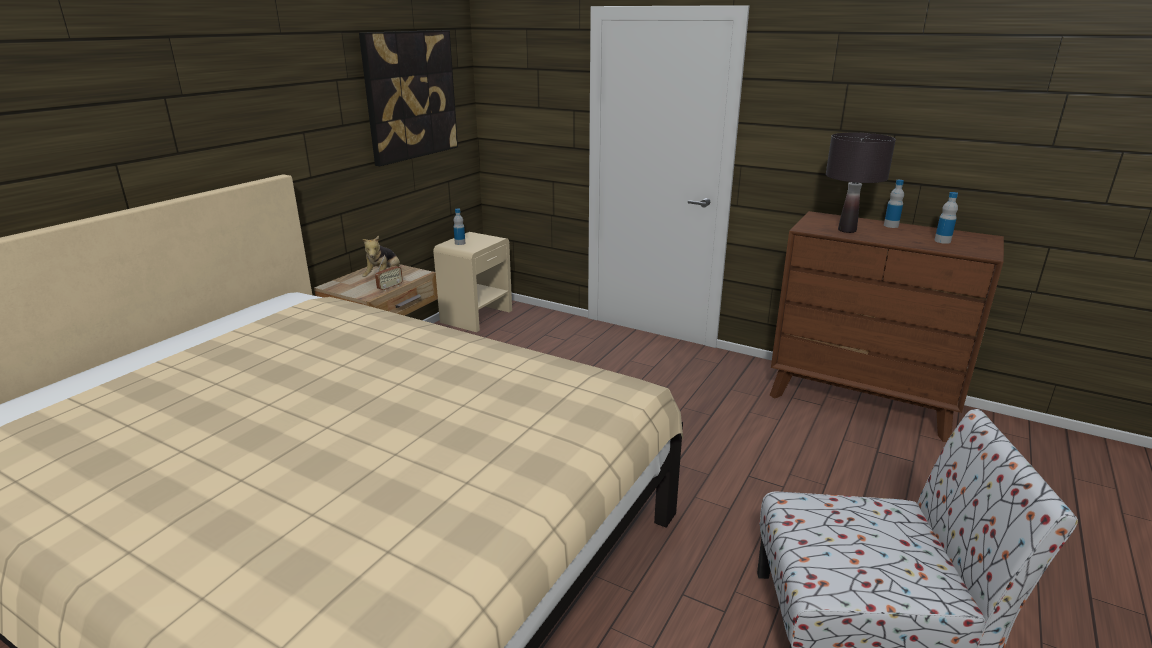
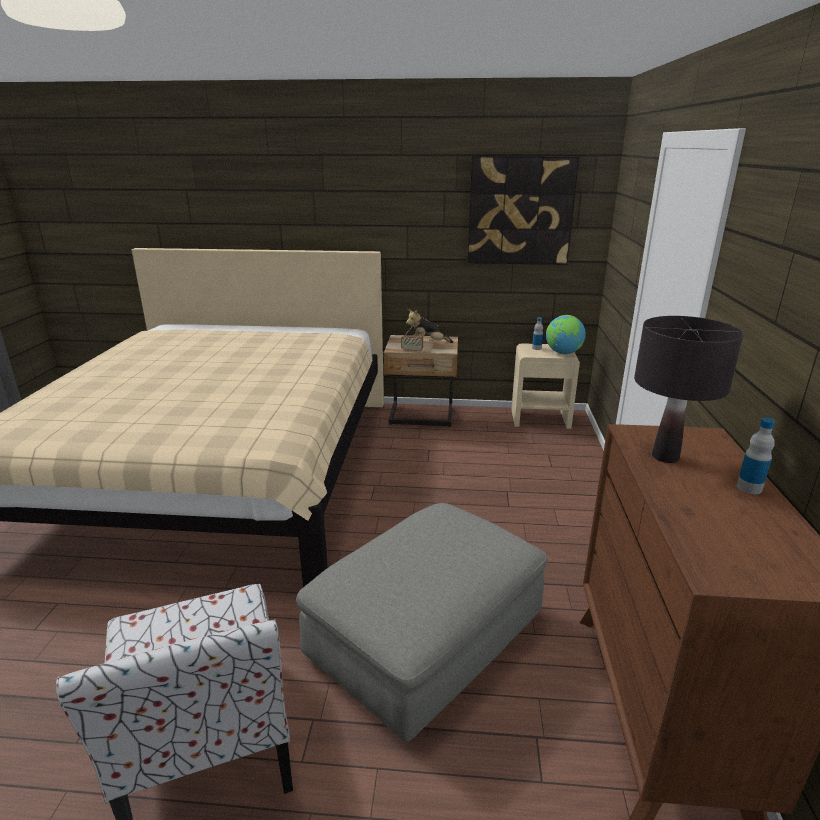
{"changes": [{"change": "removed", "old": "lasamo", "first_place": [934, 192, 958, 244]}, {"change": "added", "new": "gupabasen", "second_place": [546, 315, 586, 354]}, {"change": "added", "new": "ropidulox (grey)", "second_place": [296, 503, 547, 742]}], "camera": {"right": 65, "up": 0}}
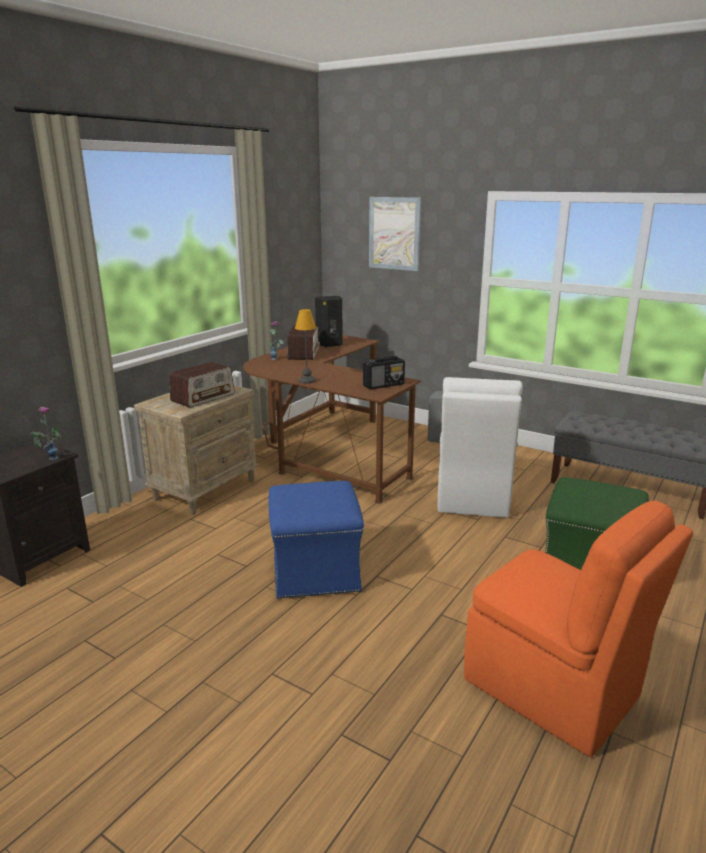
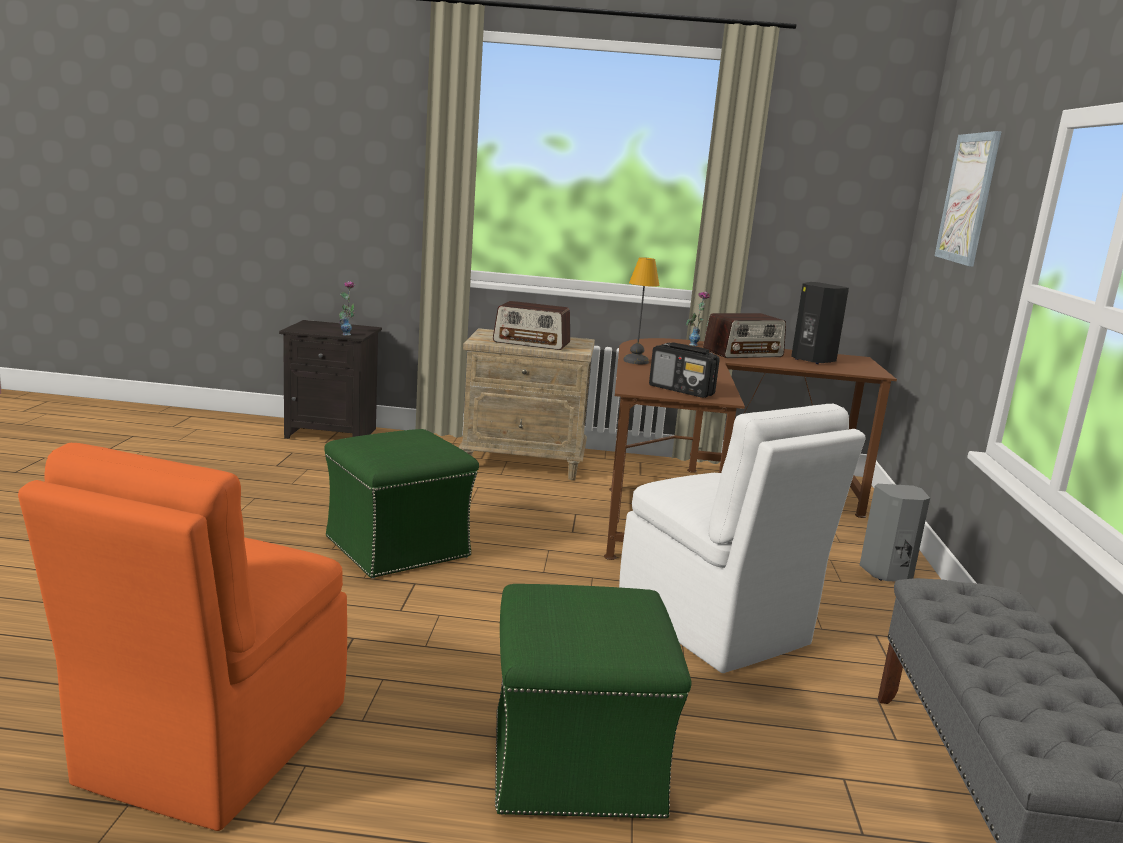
{"changes": [{"change": "turned", "old": "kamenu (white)", "first_place": [438, 377, 523, 518], "second_place": [619, 404, 866, 673], "degrees": -105}, {"change": "recoloured", "old": "ropidulox (blue)", "new": "ropidulox (green)", "first_place": [269, 481, 364, 599], "second_place": [324, 429, 479, 578]}], "camera": {"right": 60, "up": -5}}
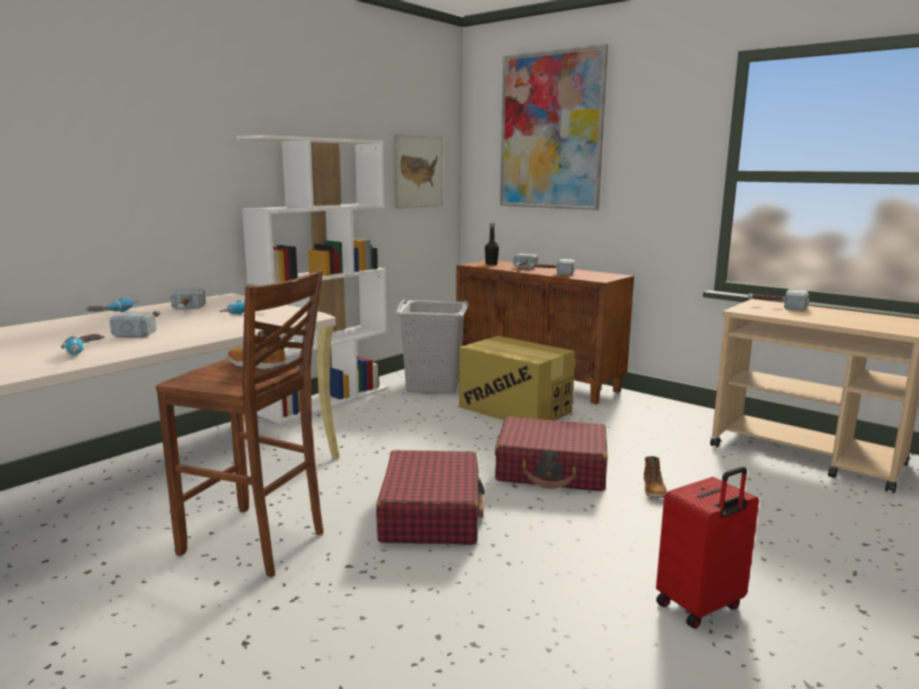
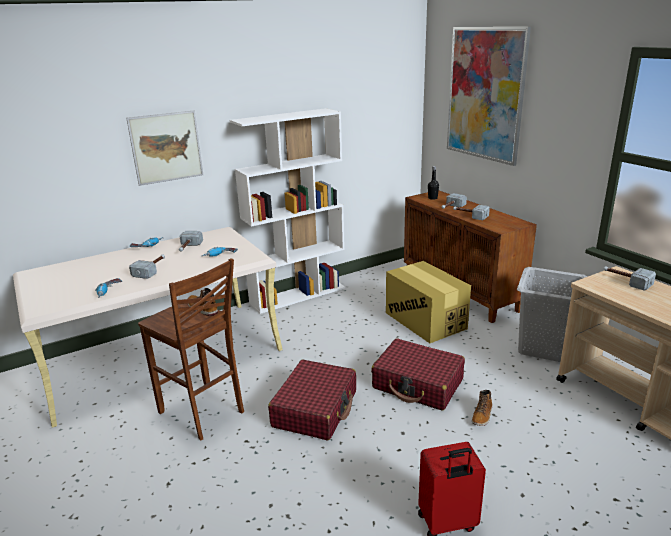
{"changes": [{"change": "moved", "old": "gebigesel", "first_place": [393, 134, 443, 209], "second_place": [126, 110, 203, 186]}, {"change": "moved", "old": "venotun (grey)", "first_place": [395, 299, 469, 393], "second_place": [517, 267, 587, 362]}], "camera": {"right": 20, "up": 10}}
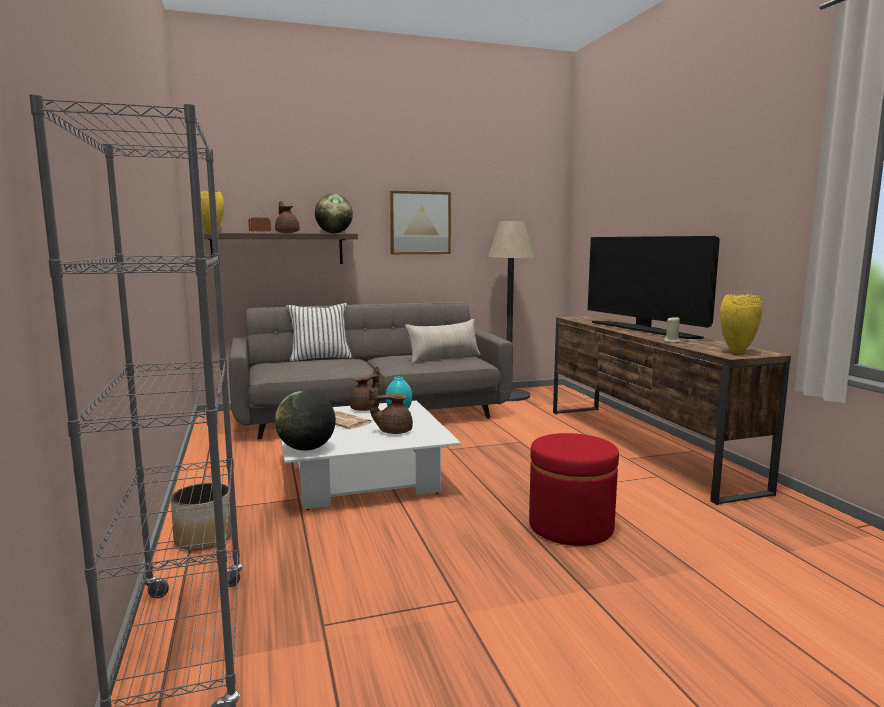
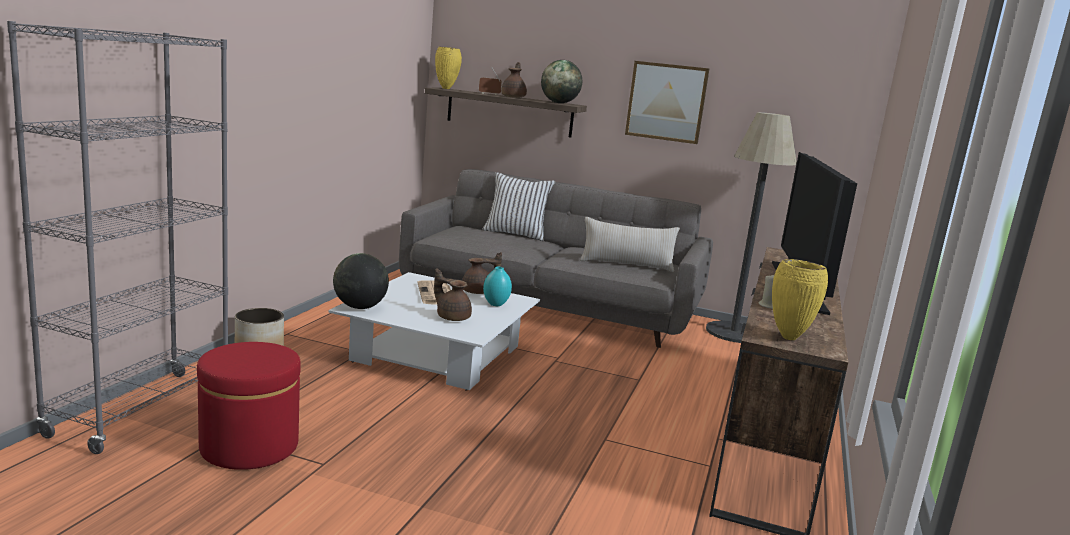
{"changes": [{"change": "moved", "old": "ropidulox (red)", "first_place": [529, 433, 619, 546], "second_place": [197, 342, 301, 470]}], "camera": {"right": 35, "up": 5}}
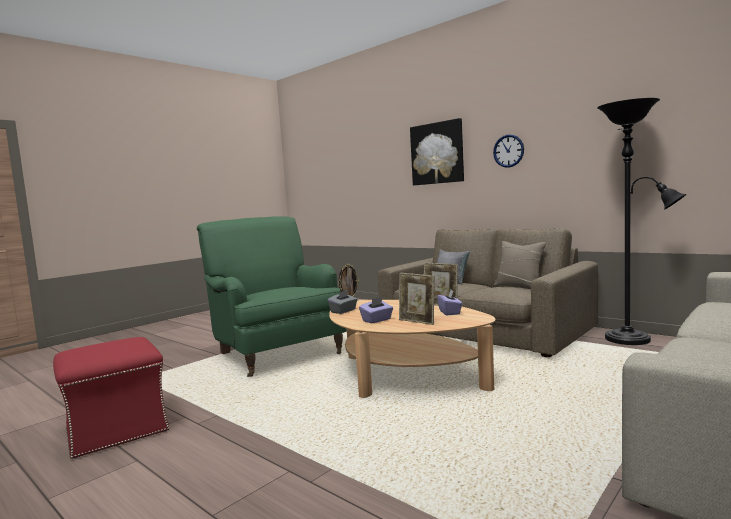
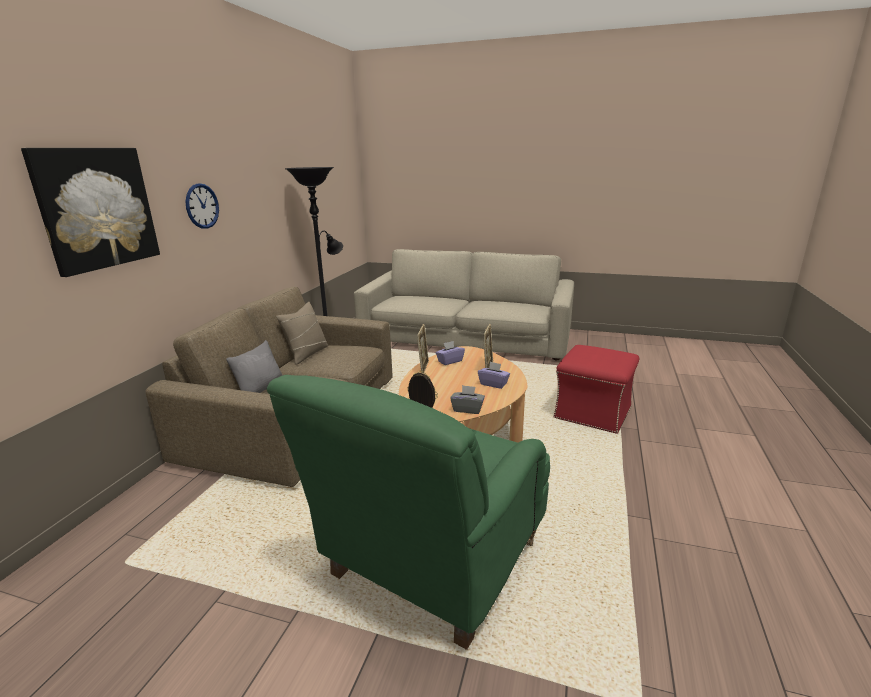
{"changes": [{"change": "moved", "old": "ropidulox (red)", "first_place": [53, 337, 169, 459], "second_place": [554, 345, 639, 434]}], "camera": {"right": -115, "up": 15}}
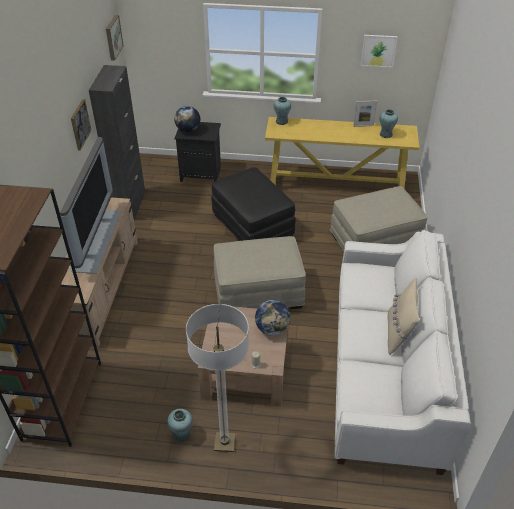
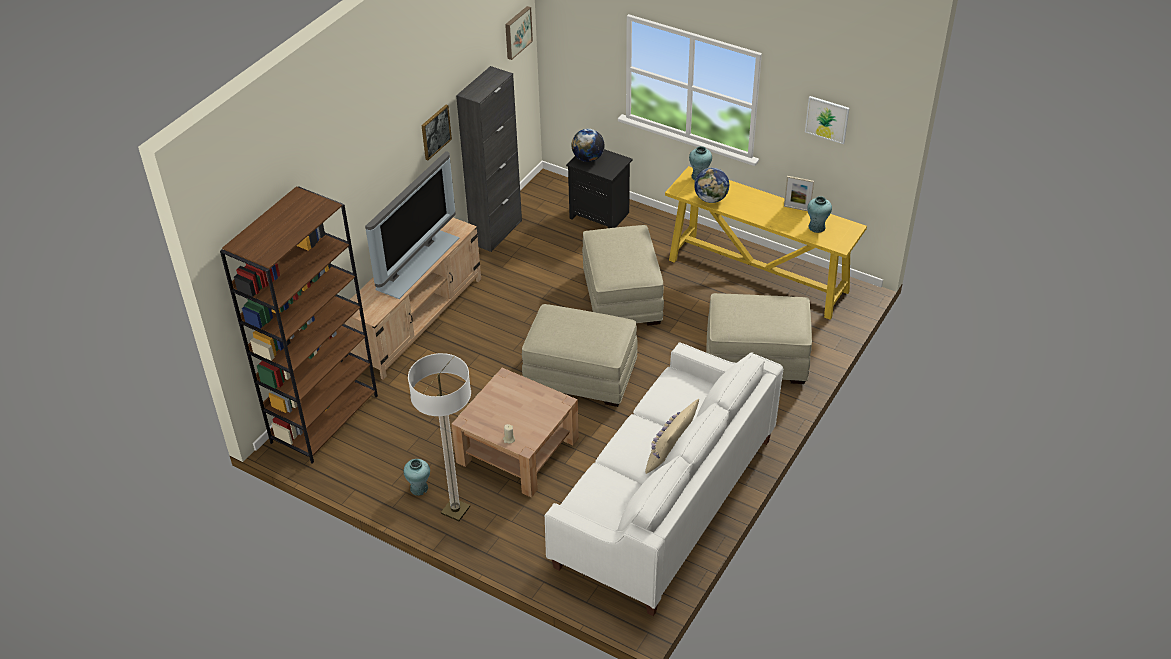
{"changes": [{"change": "recoloured", "old": "ropidulox (black)", "new": "ropidulox (beige)", "first_place": [211, 167, 296, 241], "second_place": [582, 225, 664, 326]}, {"change": "moved", "old": "gupabasen", "first_place": [255, 300, 290, 336], "second_place": [694, 168, 729, 203]}], "camera": {"right": 25, "up": 0}}
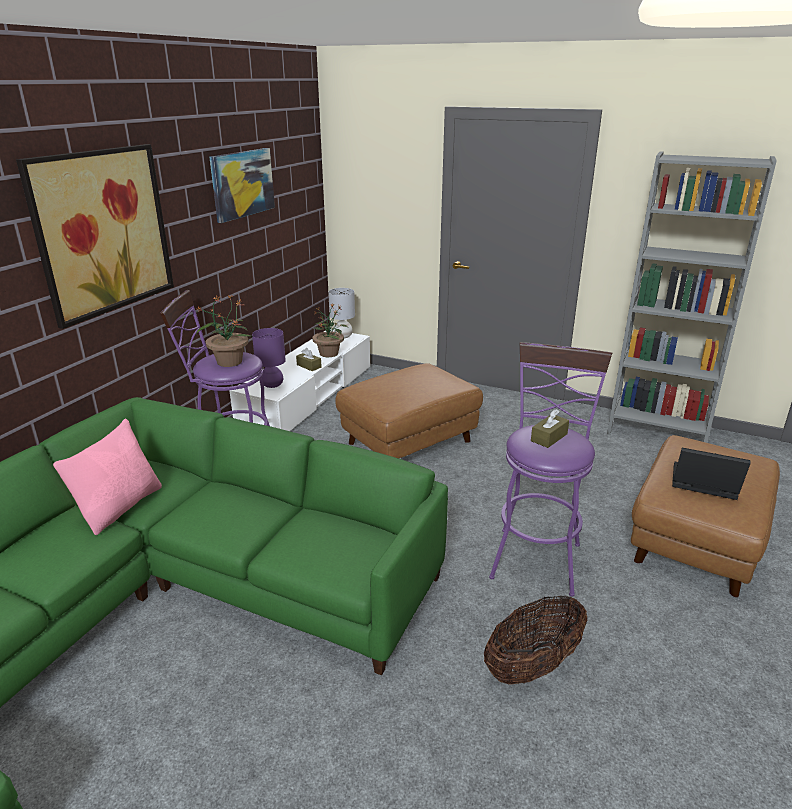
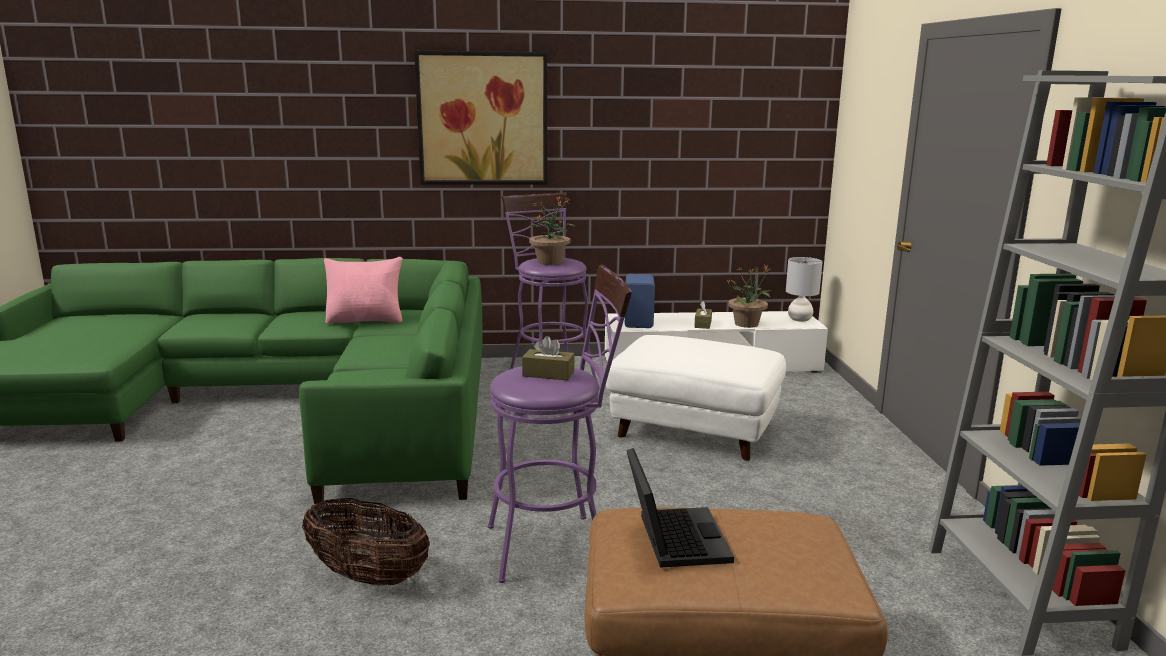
{"changes": [{"change": "removed", "old": "gebigesel", "first_place": [209, 148, 275, 223]}, {"change": "replaced", "old": "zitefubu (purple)", "new": "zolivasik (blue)", "first_place": [252, 328, 286, 388], "second_place": [625, 274, 655, 328]}, {"change": "recoloured", "old": "ropidulox (brown)", "new": "ropidulox (white)", "first_place": [335, 363, 483, 458], "second_place": [606, 335, 786, 461]}], "camera": {"right": 60, "up": -10}}
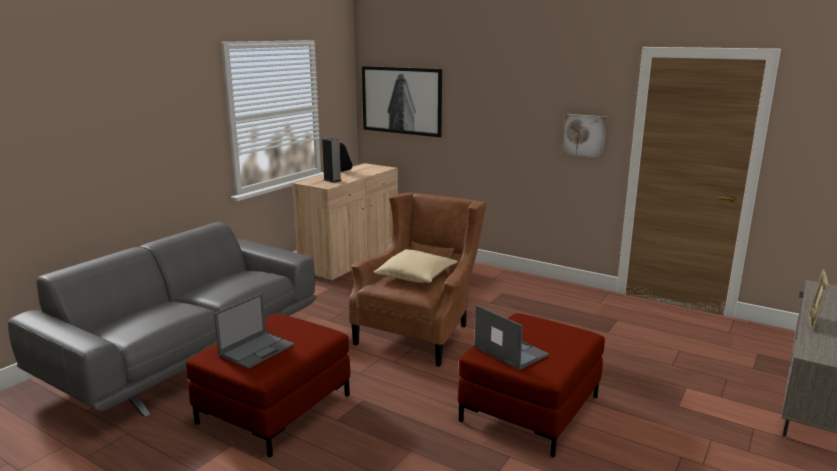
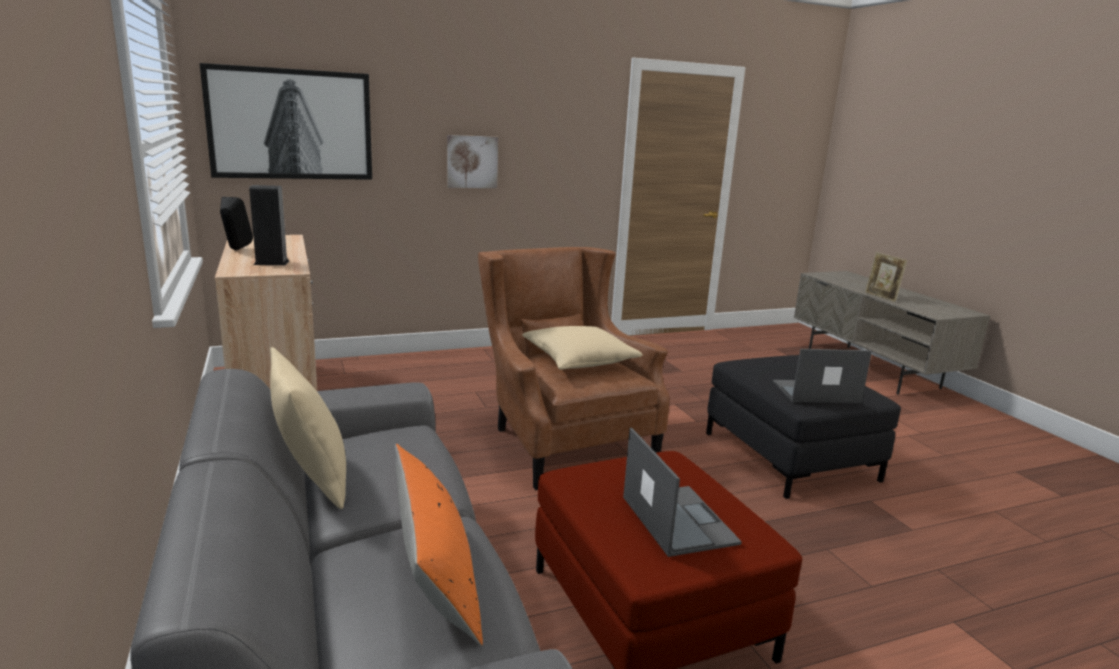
{"changes": [{"change": "moved", "old": "gebigesel", "first_place": [563, 114, 607, 158], "second_place": [447, 135, 498, 188]}, {"change": "recoloured", "old": "ropidulox (red)", "new": "ropidulox (black)", "first_place": [458, 313, 605, 457], "second_place": [706, 355, 901, 499]}, {"change": "added", "new": "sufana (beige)", "second_place": [270, 347, 346, 509]}, {"change": "added", "new": "sufana (orange)", "second_place": [395, 444, 483, 646]}], "camera": {"right": -55, "up": 0}}
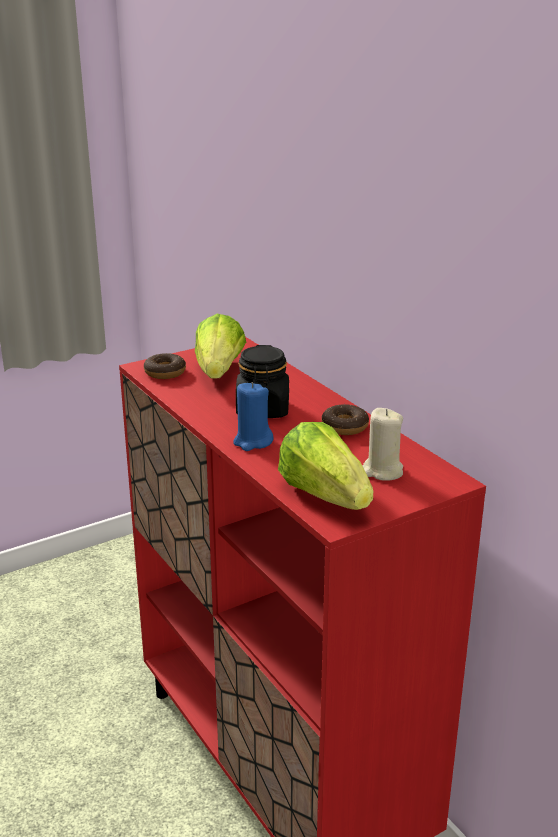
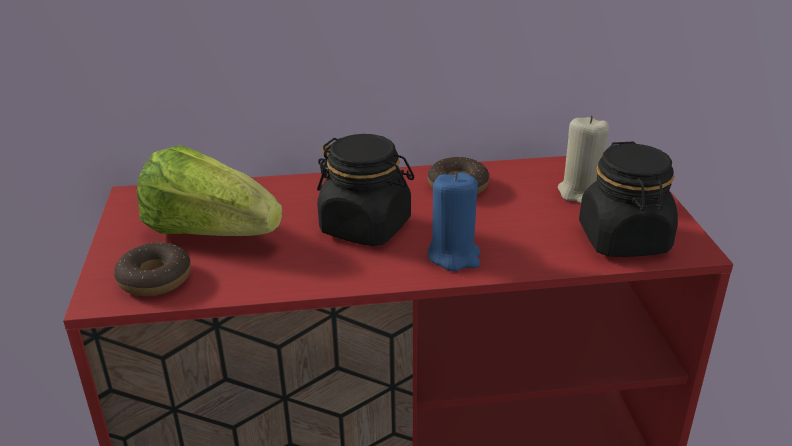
{"changes": [{"change": "replaced", "old": "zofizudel", "new": "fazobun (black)", "first_place": [278, 422, 373, 510], "second_place": [579, 142, 678, 257]}], "camera": {"right": -65, "up": 5}}
